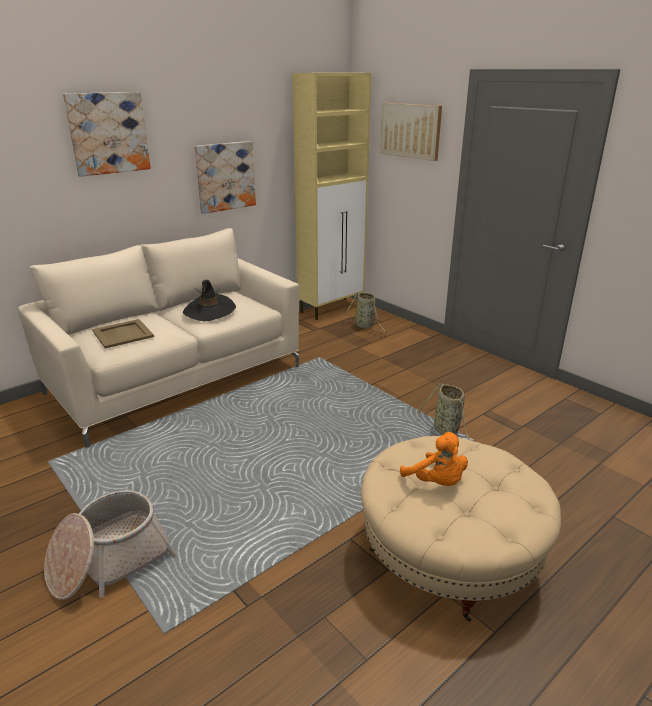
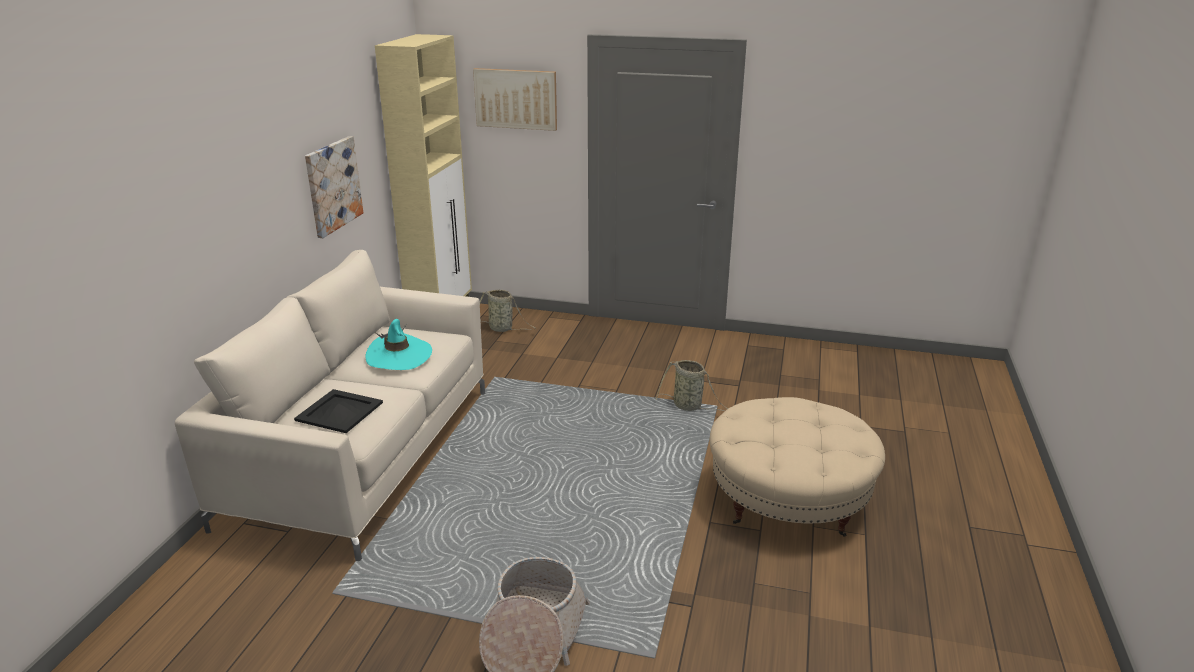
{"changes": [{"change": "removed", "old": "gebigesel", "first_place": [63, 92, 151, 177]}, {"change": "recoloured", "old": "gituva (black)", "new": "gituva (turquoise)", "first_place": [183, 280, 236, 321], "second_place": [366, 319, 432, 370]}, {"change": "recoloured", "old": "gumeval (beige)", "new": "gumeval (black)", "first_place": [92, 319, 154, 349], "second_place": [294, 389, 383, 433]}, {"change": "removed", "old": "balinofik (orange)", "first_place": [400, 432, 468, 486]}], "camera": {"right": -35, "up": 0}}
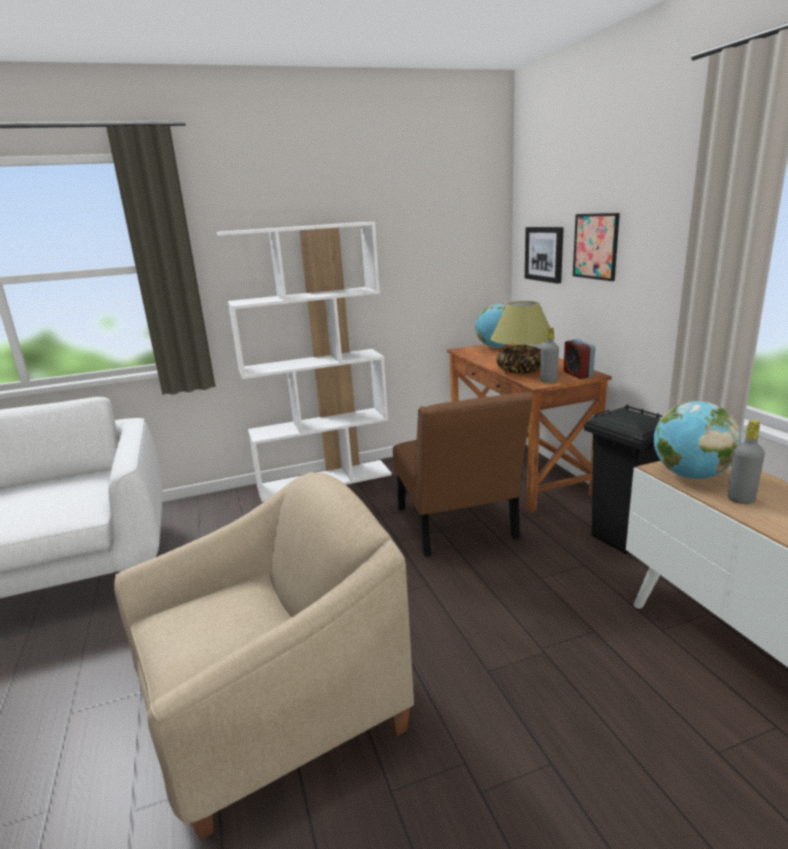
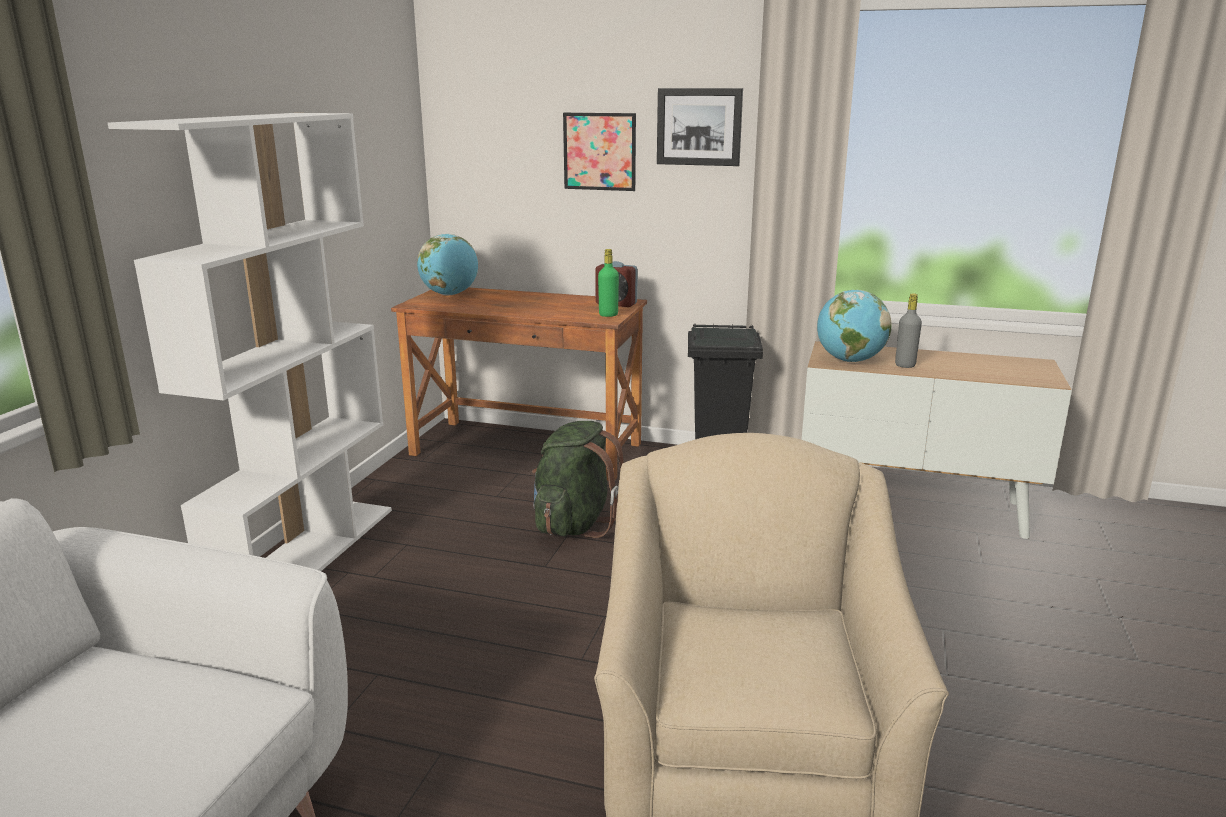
{"changes": [{"change": "moved", "old": "gebigesel", "first_place": [525, 227, 564, 284], "second_place": [657, 88, 743, 166]}, {"change": "removed", "old": "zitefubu", "first_place": [490, 301, 555, 374]}, {"change": "recoloured", "old": "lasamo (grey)", "new": "lasamo (green)", "first_place": [540, 327, 559, 383], "second_place": [598, 249, 619, 317]}, {"change": "replaced", "old": "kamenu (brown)", "new": "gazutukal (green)", "first_place": [393, 392, 533, 557], "second_place": [532, 421, 624, 538]}], "camera": {"right": -55, "up": 0}}
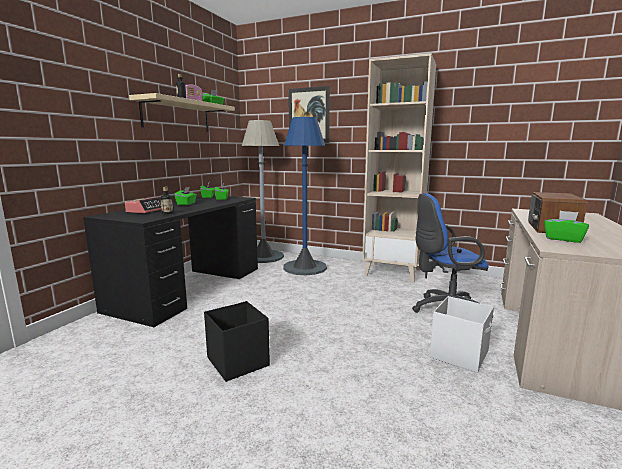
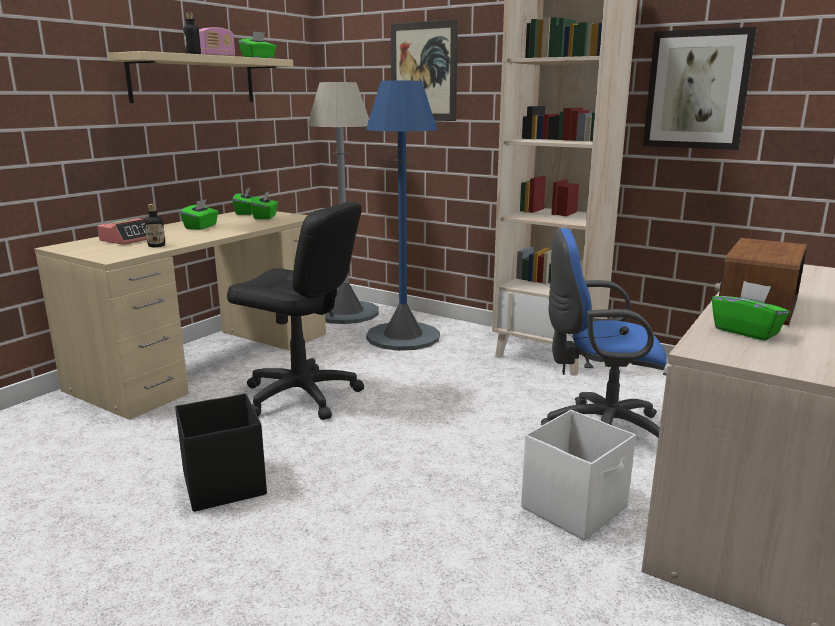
{"changes": [{"change": "recoloured", "old": "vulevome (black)", "new": "vulevome (beige)", "first_place": [83, 195, 258, 327], "second_place": [34, 211, 326, 420]}, {"change": "added", "new": "gebigesel", "second_place": [643, 27, 757, 150]}, {"change": "added", "new": "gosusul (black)", "second_place": [227, 202, 364, 420]}], "camera": {"right": 10, "up": 5}}
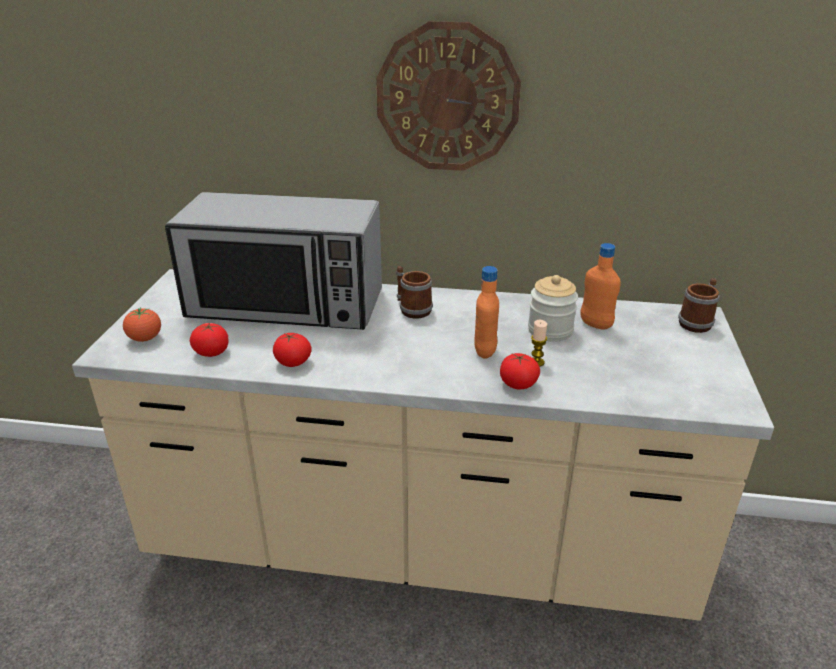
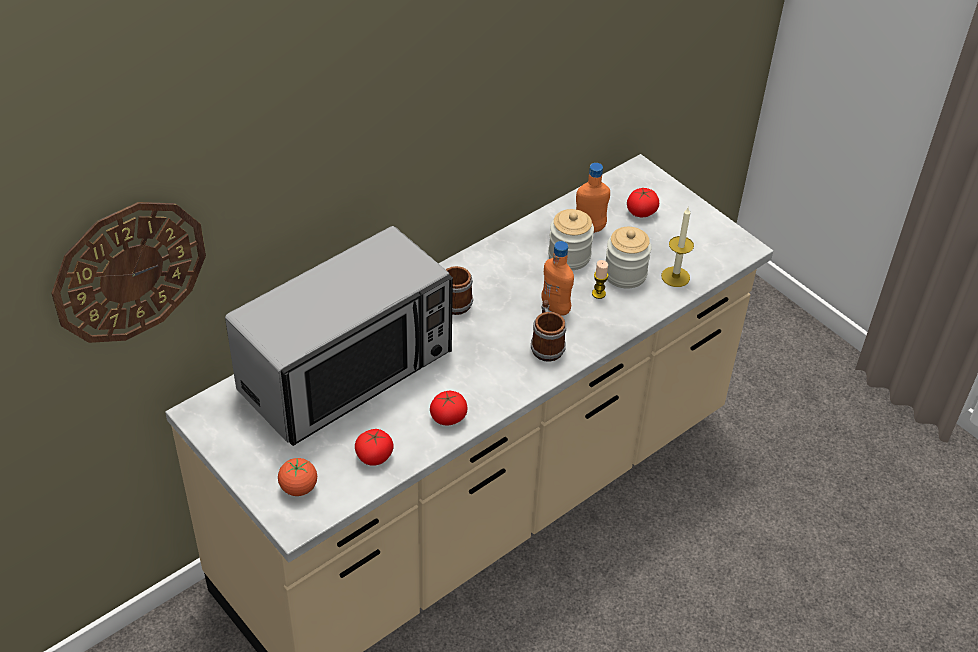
{"changes": [{"change": "moved", "old": "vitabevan", "first_place": [376, 21, 521, 171], "second_place": [51, 202, 206, 343]}, {"change": "moved", "old": "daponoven", "first_place": [678, 278, 720, 333], "second_place": [531, 300, 566, 362]}, {"change": "moved", "old": "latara", "first_place": [500, 353, 540, 389], "second_place": [627, 188, 659, 217]}, {"change": "added", "new": "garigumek", "second_place": [661, 208, 694, 287]}, {"change": "added", "new": "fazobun", "second_place": [606, 227, 652, 289]}], "camera": {"right": -50, "up": 15}}
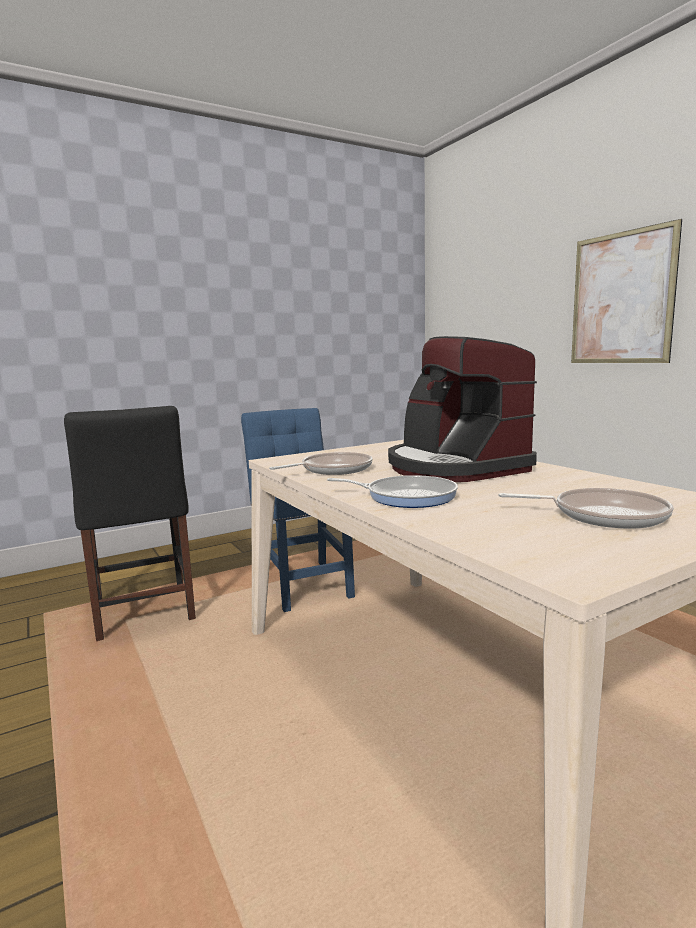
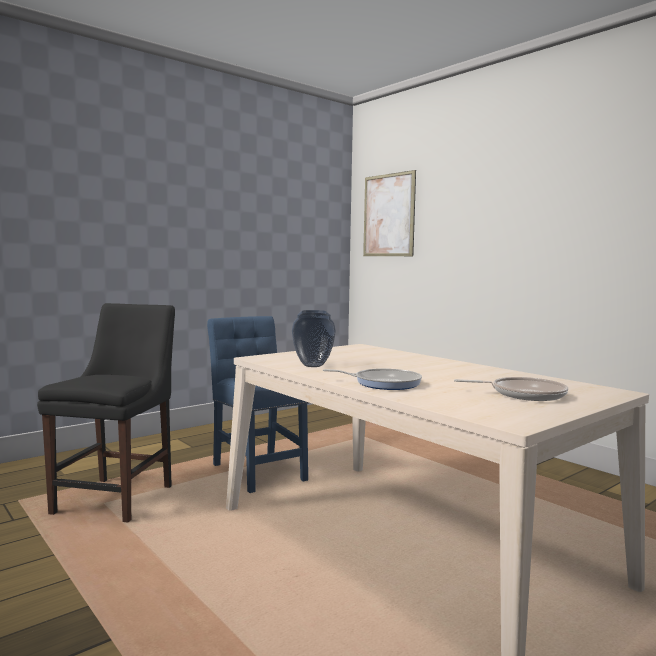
{"changes": [{"change": "moved", "old": "gebigesel", "first_place": [571, 219, 682, 363], "second_place": [363, 170, 416, 256]}, {"change": "removed", "old": "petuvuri", "first_place": [388, 336, 537, 482]}, {"change": "turned", "old": "kamenu (black)", "first_place": [64, 406, 196, 641], "second_place": [37, 303, 175, 522], "degrees": -135}, {"change": "replaced", "old": "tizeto", "new": "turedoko", "first_place": [269, 452, 373, 475], "second_place": [292, 310, 336, 367]}], "camera": {"right": -10, "up": -5}}
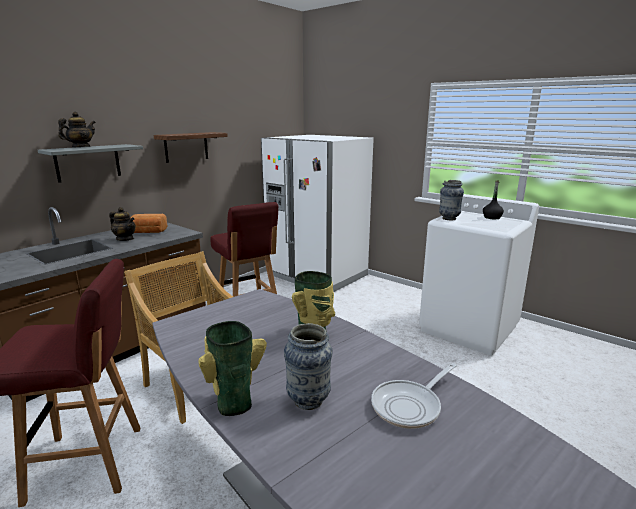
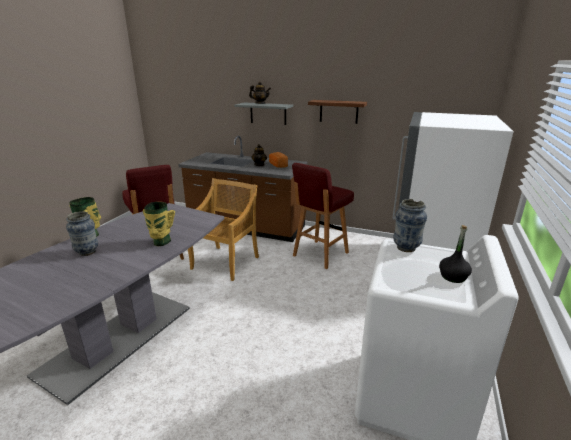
{"changes": [{"change": "removed", "old": "tizeto", "first_place": [371, 363, 457, 429]}], "camera": {"right": 70, "up": 5}}
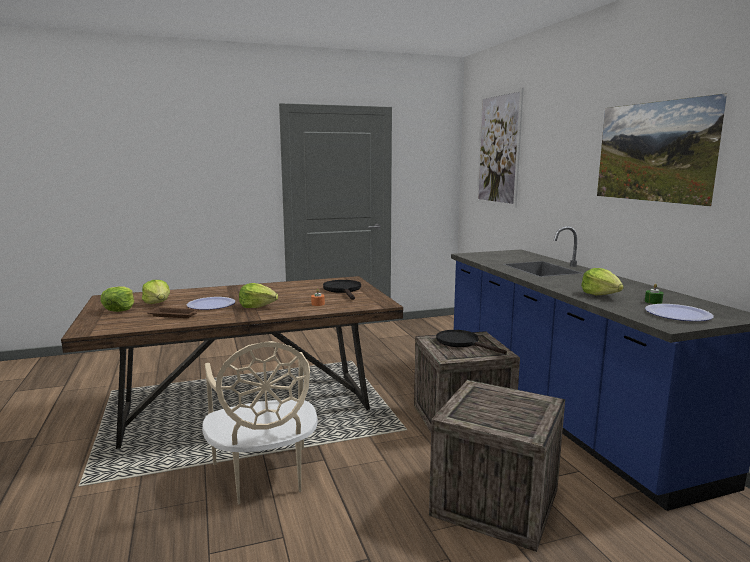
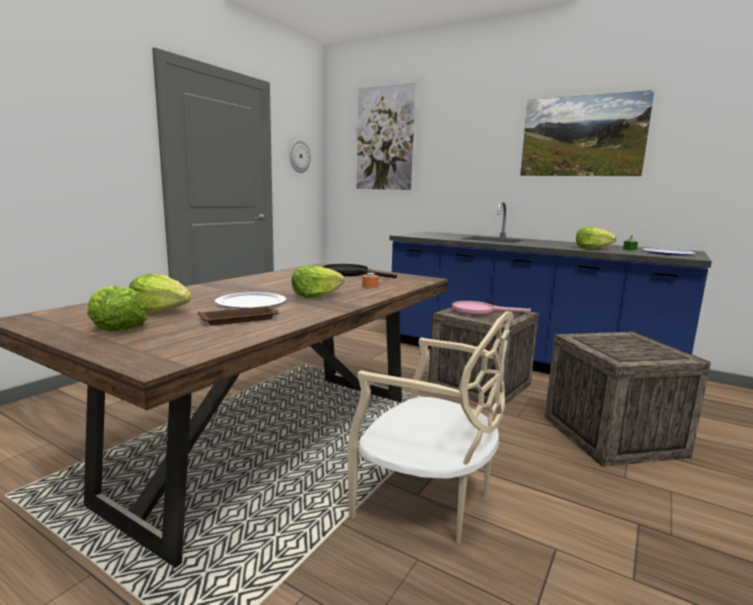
{"changes": [{"change": "recoloured", "old": "tizeto (black)", "new": "tizeto (pink)", "first_place": [436, 330, 507, 354], "second_place": [452, 301, 531, 315]}, {"change": "added", "new": "vitabevan", "second_place": [290, 140, 311, 173]}], "camera": {"right": -40, "up": 0}}
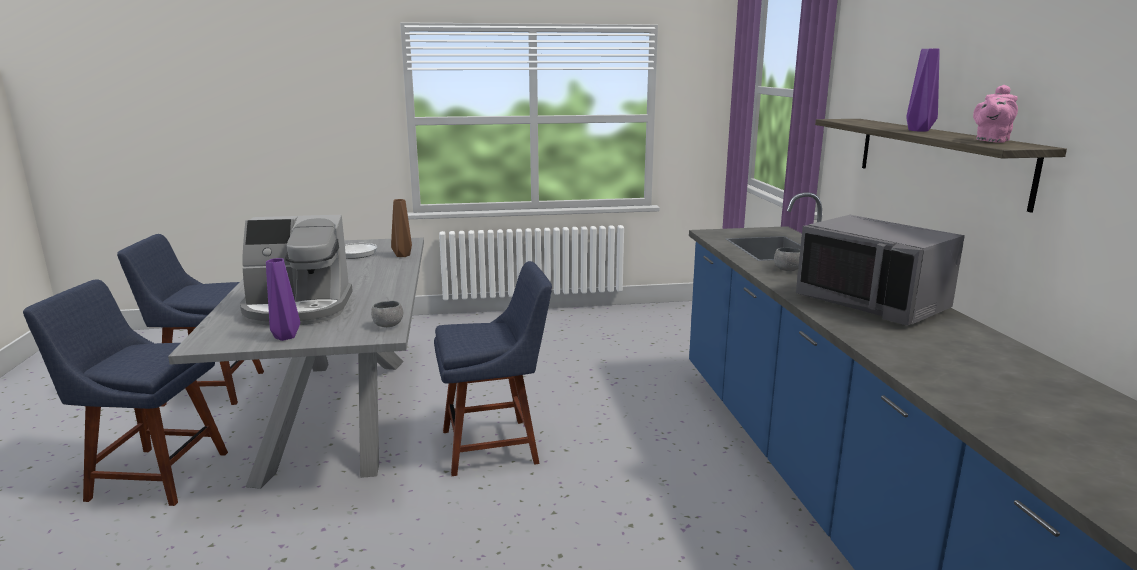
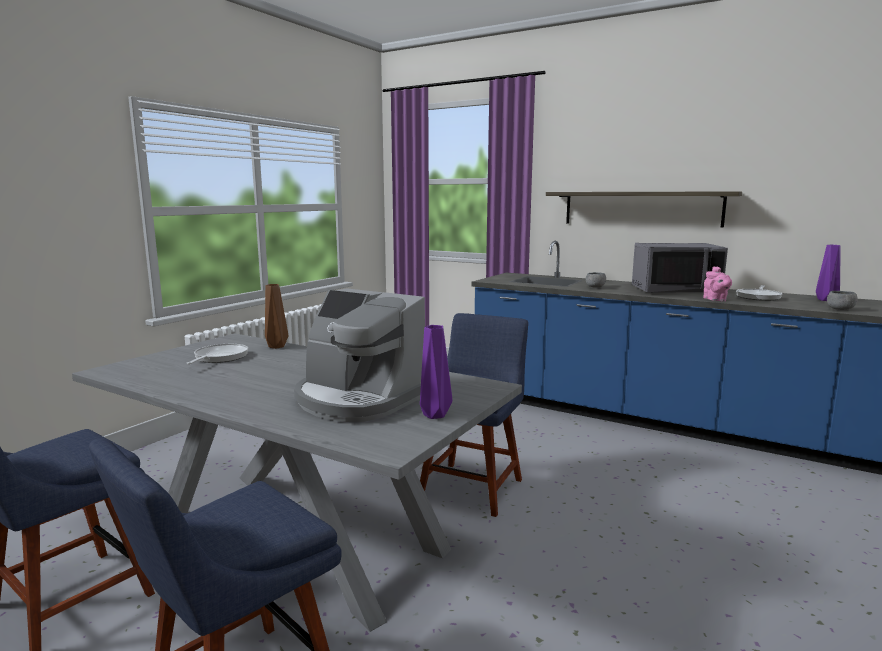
{"changes": [{"change": "moved", "old": "turedoko (purple)", "first_place": [906, 49, 940, 131], "second_place": [816, 245, 841, 301]}, {"change": "moved", "old": "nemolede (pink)", "first_place": [973, 85, 1018, 143], "second_place": [703, 266, 732, 301]}, {"change": "turned", "old": "petuvuri", "first_place": [240, 215, 353, 326], "second_place": [294, 288, 425, 422], "degrees": 90}, {"change": "moved", "old": "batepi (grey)", "first_place": [371, 301, 403, 327], "second_place": [827, 291, 858, 310]}, {"change": "added", "new": "tizeto", "second_place": [736, 285, 782, 301]}], "camera": {"right": -50, "up": -5}}
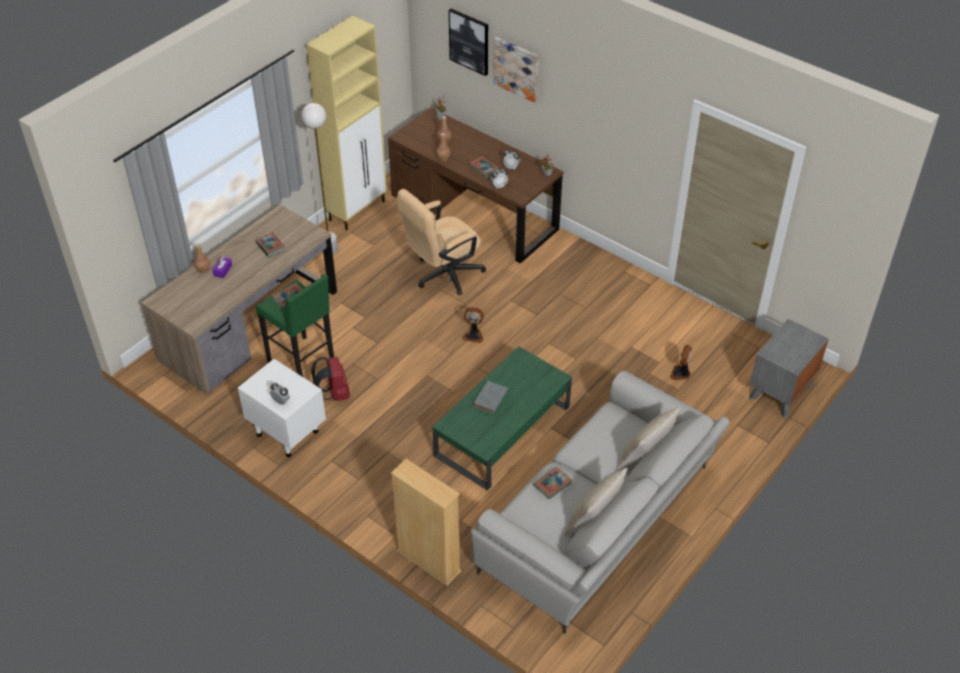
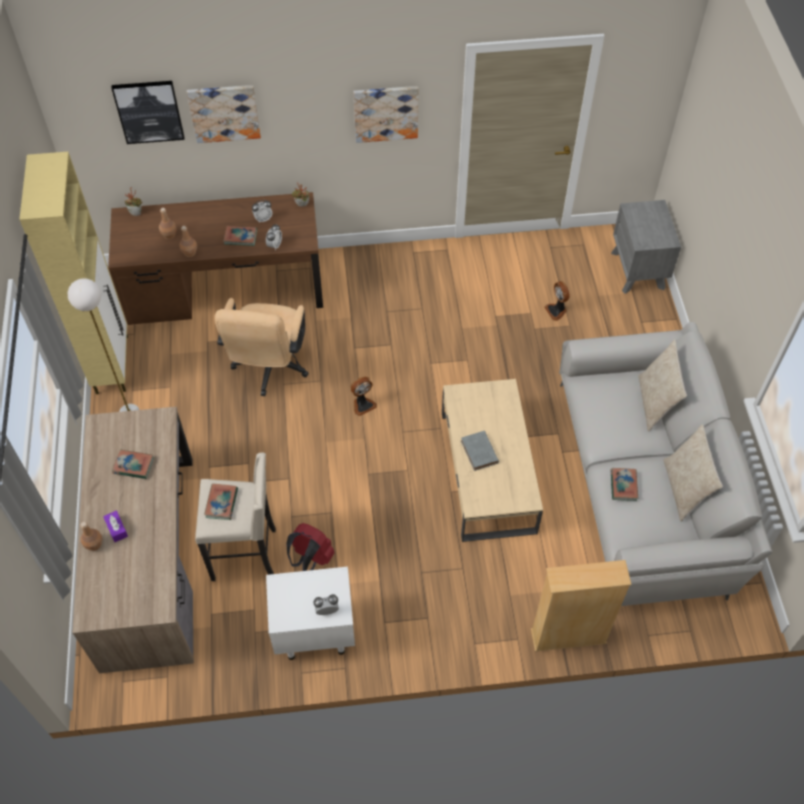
{"changes": [{"change": "recoloured", "old": "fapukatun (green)", "new": "fapukatun (beige)", "first_place": [256, 274, 334, 377], "second_place": [195, 453, 276, 581]}, {"change": "recoloured", "old": "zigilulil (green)", "new": "zigilulil (beige)", "first_place": [433, 346, 572, 490], "second_place": [442, 379, 543, 542]}, {"change": "added", "new": "gebigesel", "second_place": [353, 86, 419, 143]}], "camera": {"right": -45, "up": 10}}
